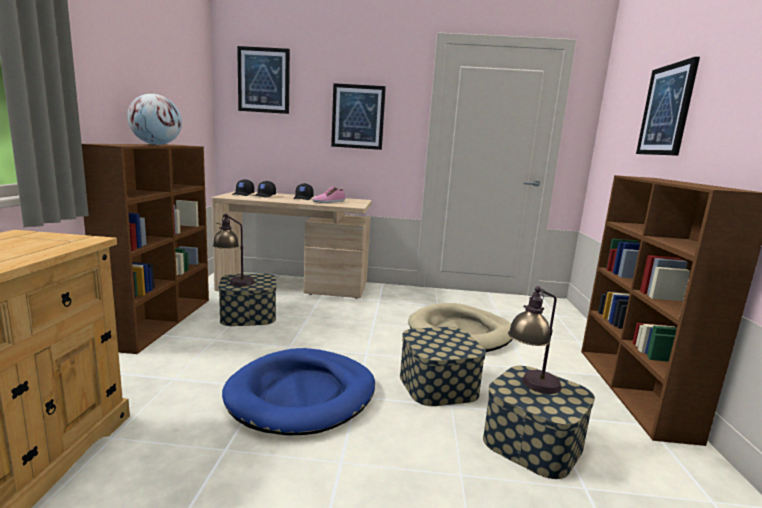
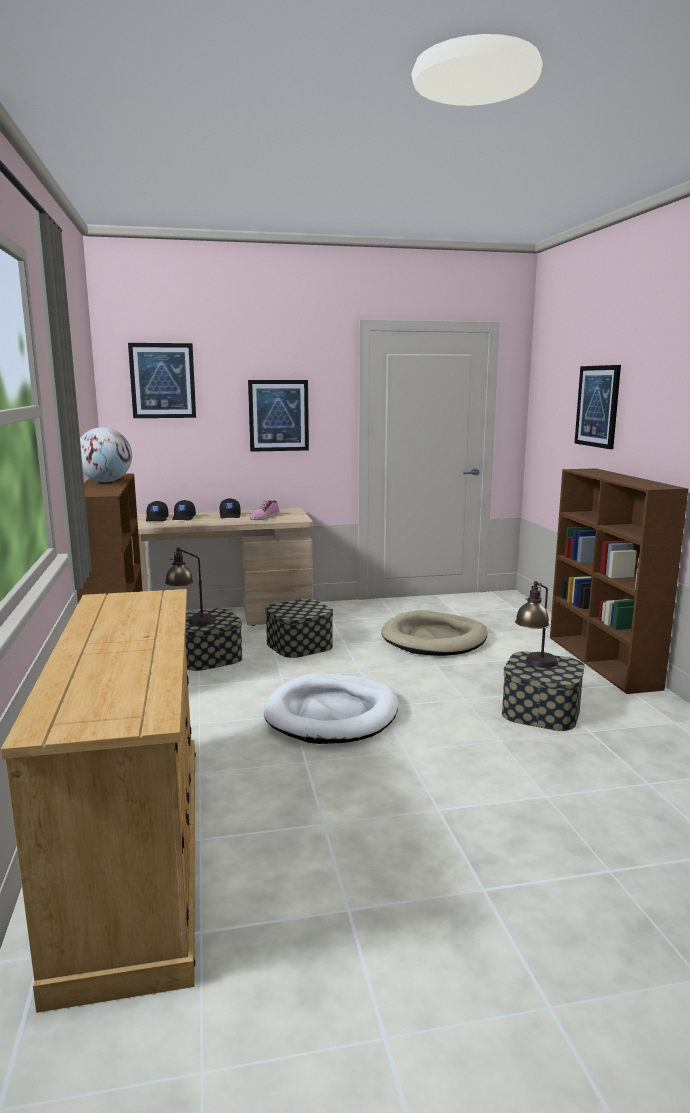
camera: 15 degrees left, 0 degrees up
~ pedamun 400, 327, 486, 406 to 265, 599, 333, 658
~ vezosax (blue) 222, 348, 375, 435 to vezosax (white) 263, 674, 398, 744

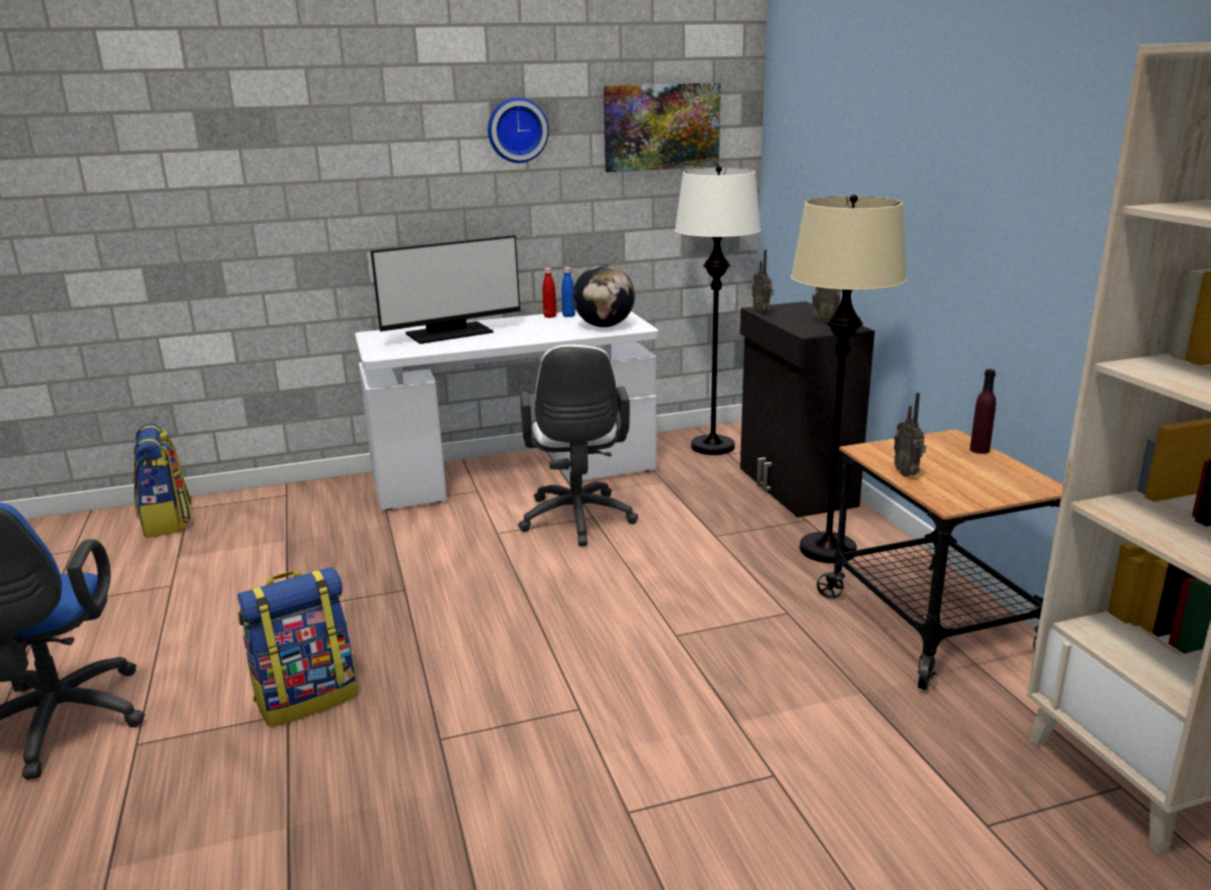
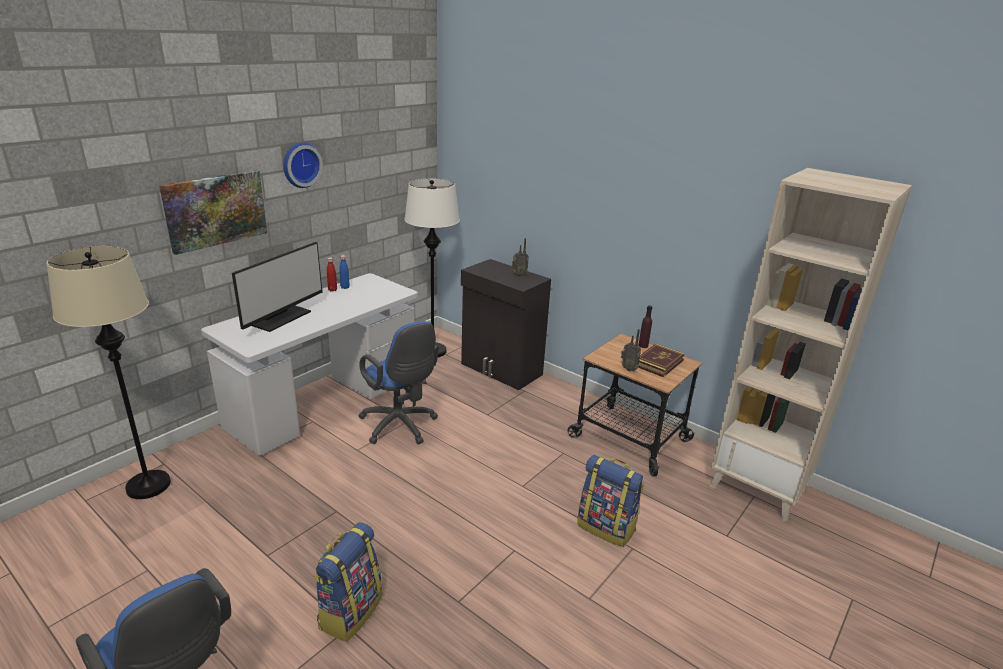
camera: 35 degrees left, 5 degrees up
~ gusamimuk 604, 83, 721, 172 to 159, 170, 267, 255
~ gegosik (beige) 791, 195, 907, 563 to 47, 246, 171, 499
- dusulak 752, 250, 774, 314
- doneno 573, 265, 635, 327
~ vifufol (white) 518, 344, 638, 546 to vifufol (blue) 358, 321, 438, 444
~ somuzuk 133, 423, 192, 538 to 577, 455, 643, 547
+ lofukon 638, 344, 685, 377

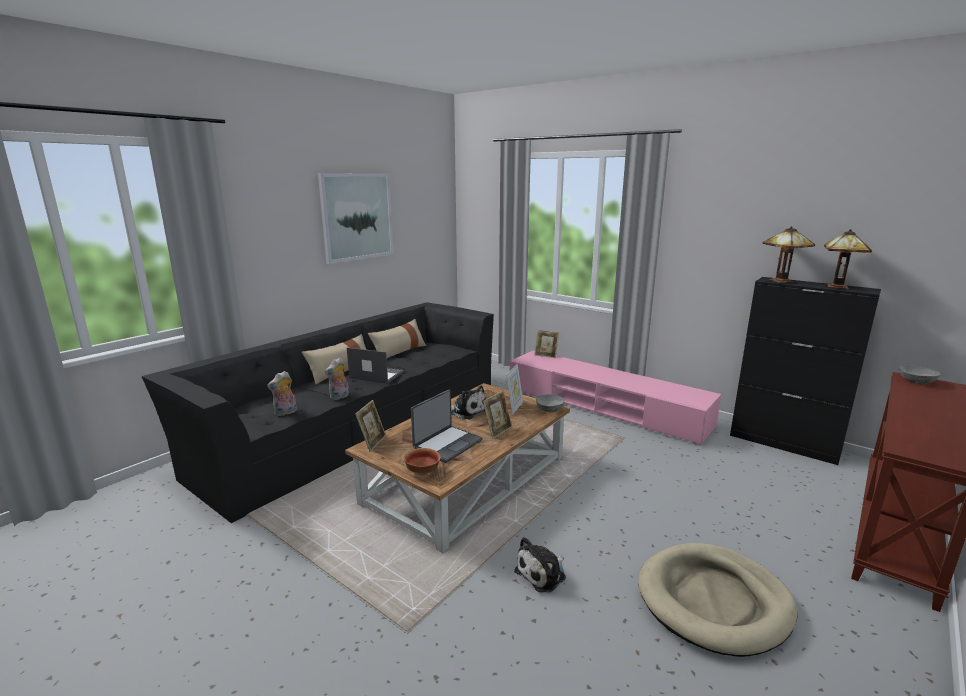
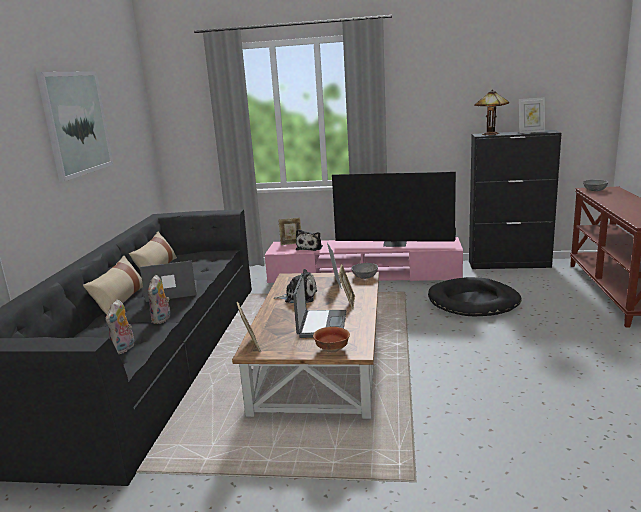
camera: 30 degrees left, 0 degrees up
~ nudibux 824, 229, 872, 289 to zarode 519, 97, 545, 133
~ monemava 514, 537, 566, 593 to 296, 229, 323, 251
- vezosax (beige) 638, 543, 797, 657
+ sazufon 332, 172, 456, 247
+ vezosax (black) 428, 277, 522, 316

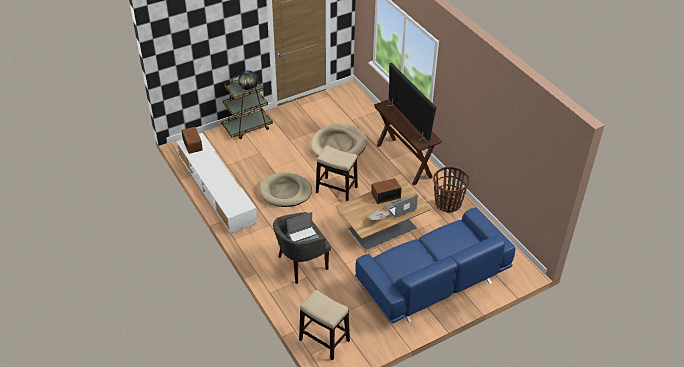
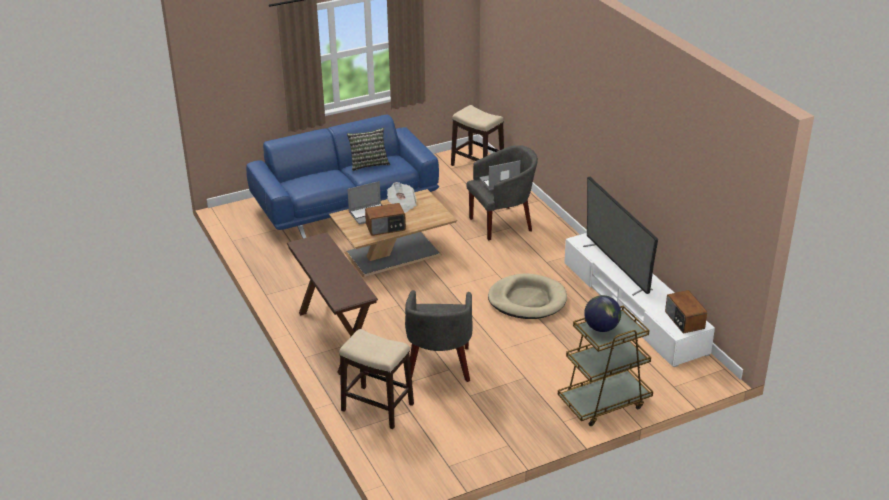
camera: 175 degrees left, 10 degrees down
~ sazufon 386, 63, 437, 142 to 583, 177, 658, 296
~ vezosax (beige) 310, 123, 367, 157 to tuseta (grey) 405, 290, 472, 382
~ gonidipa 316, 145, 358, 201 to 339, 329, 414, 429
- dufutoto 433, 167, 469, 212
+ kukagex 347, 128, 390, 171

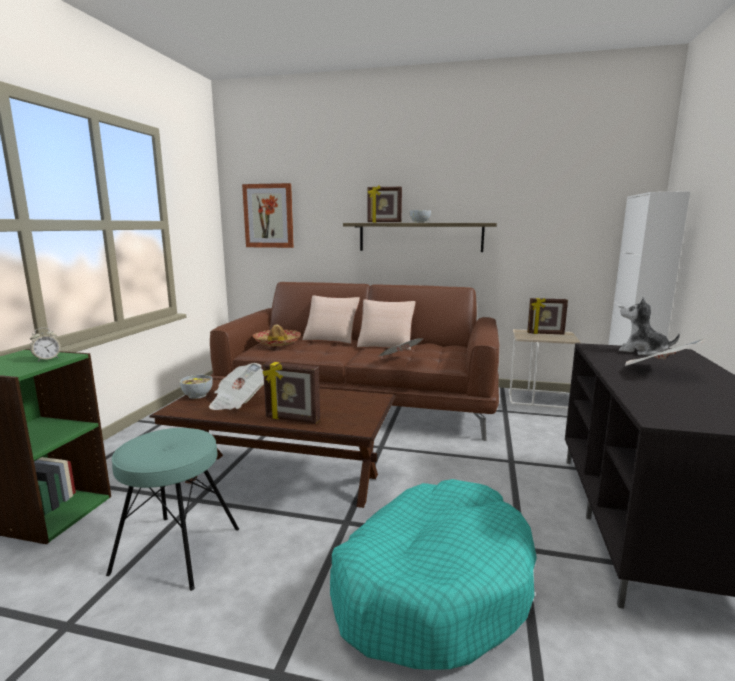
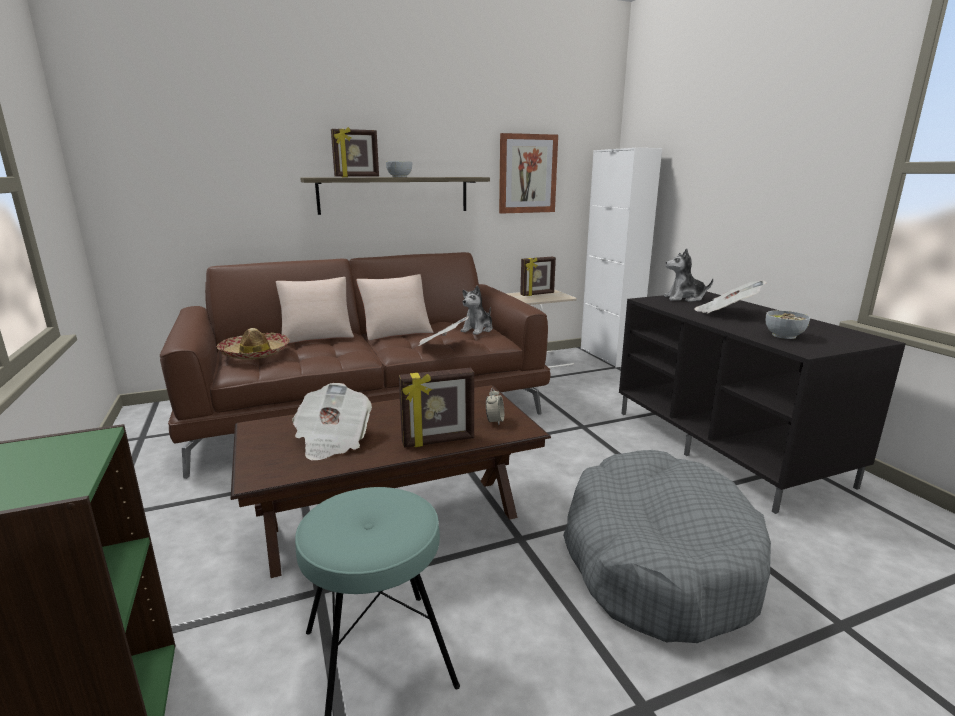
camera: 35 degrees left, 5 degrees up
~ gusamimuk 242, 183, 294, 248 to 499, 133, 558, 214
~ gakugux 30, 328, 61, 362 to 486, 387, 504, 425
~ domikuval 180, 375, 213, 399 to 766, 310, 810, 339
~ vezosax (turquoise) 330, 479, 537, 670 to vezosax (grey) 563, 450, 771, 643
+ monemava 460, 285, 493, 335

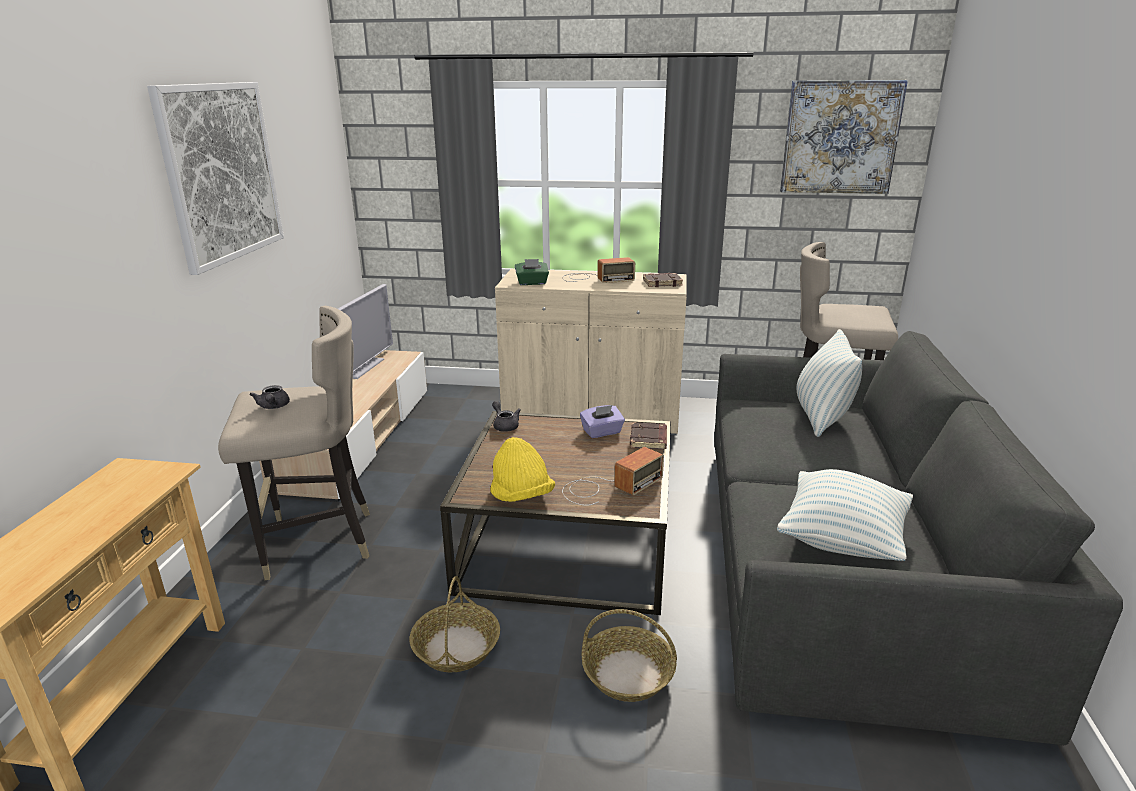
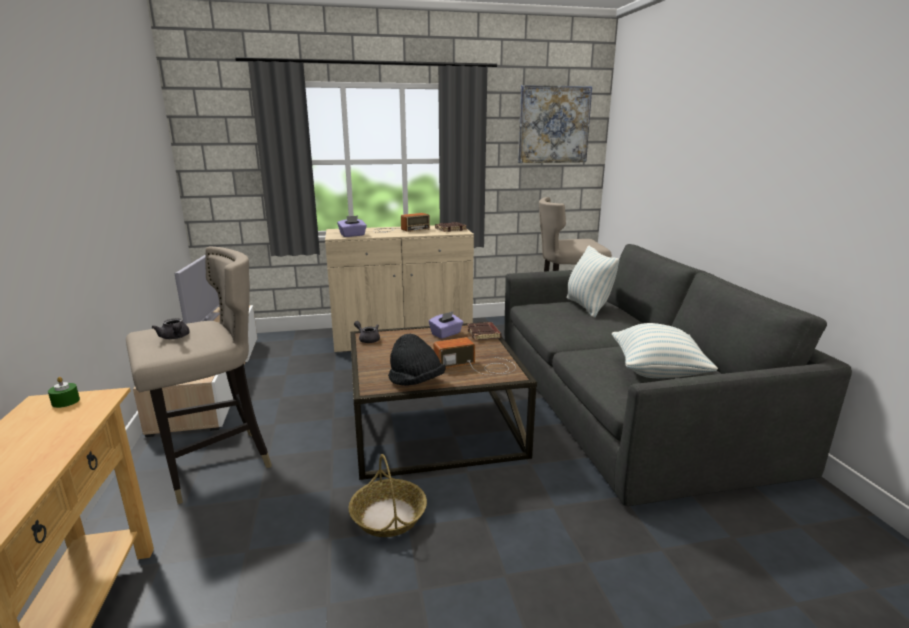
camera: 20 degrees left, 5 degrees down
- gusamimuk 147, 82, 284, 275
~ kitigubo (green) 515, 259, 549, 285 to kitigubo (purple) 337, 216, 367, 237
~ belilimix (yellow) 490, 437, 555, 502 to belilimix (black) 388, 334, 445, 386
~ dusulak 562, 447, 664, 506 = 433, 337, 516, 375 135 degrees counterclockwise
- dufutoto 582, 609, 677, 702
+ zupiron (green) 48, 377, 80, 408

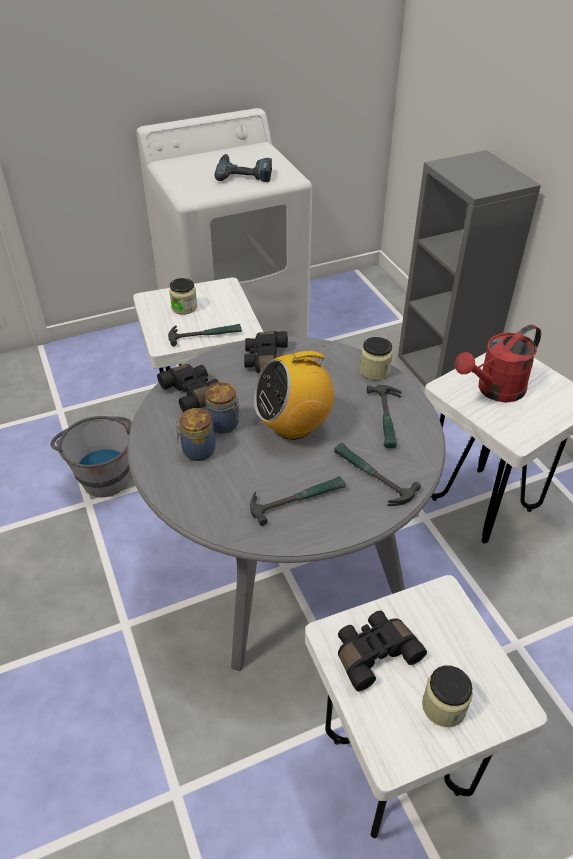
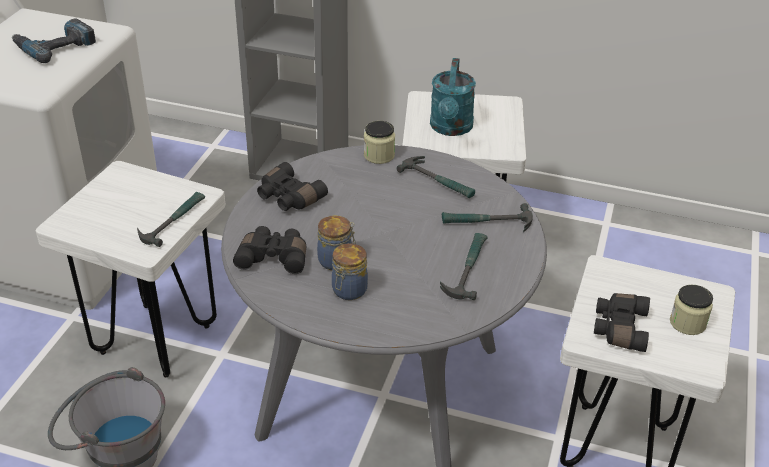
camera: 50 degrees left, 5 degrees down
- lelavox 169, 278, 197, 315
~ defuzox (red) 455, 324, 541, 402 to defuzox (turquoise) 430, 58, 476, 136
- dusulak 253, 346, 334, 440

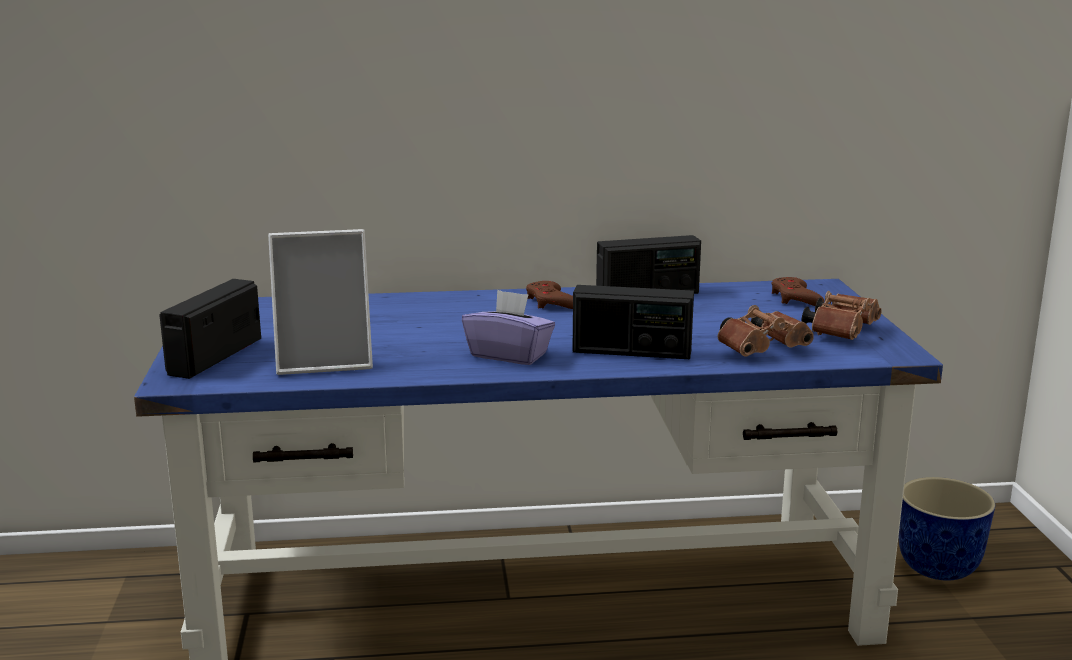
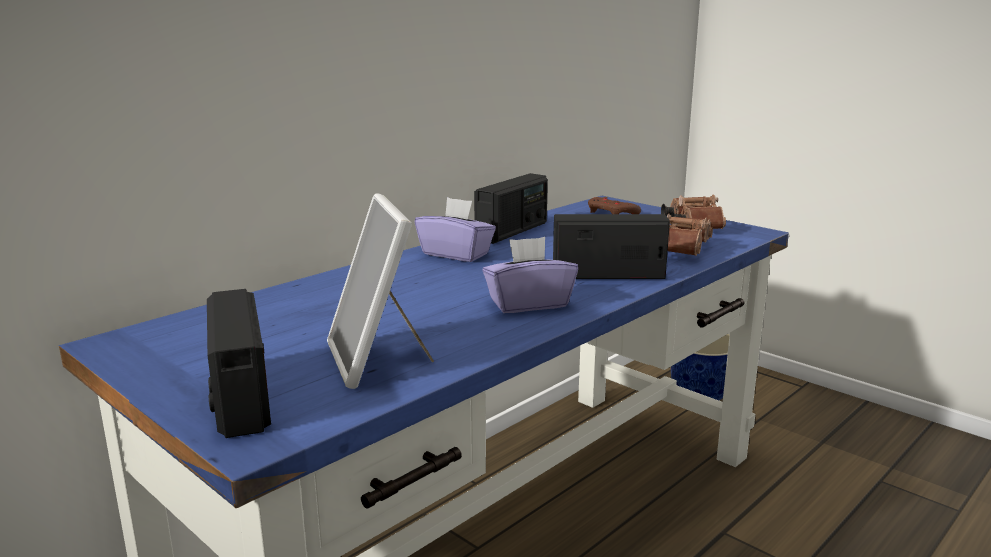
camera: 40 degrees left, 0 degrees up
~ zarode 268, 229, 373, 375 = 327, 193, 434, 389 120 degrees clockwise
~ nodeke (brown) 526, 281, 573, 309 to kitigubo (purple) 415, 197, 496, 262
~ dusulak 572, 285, 694, 359 = 553, 214, 670, 279 150 degrees counterclockwise

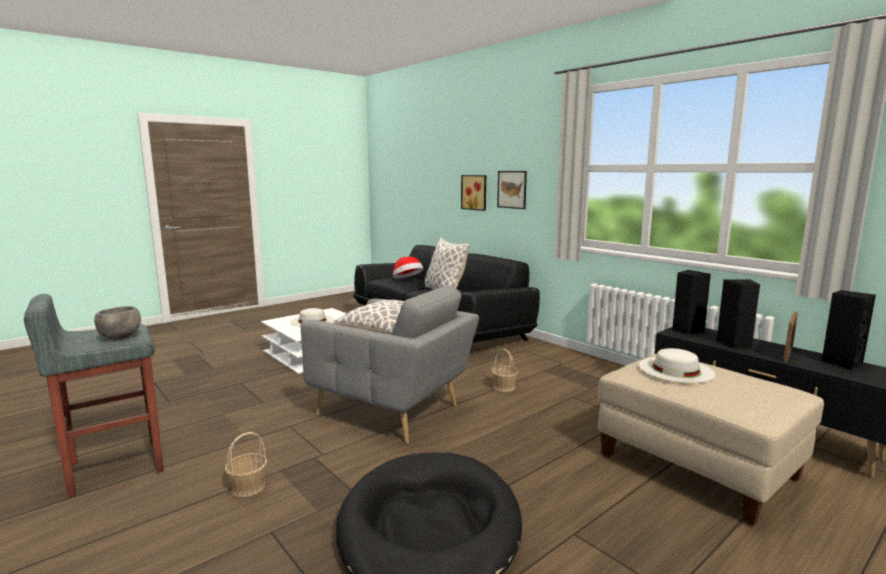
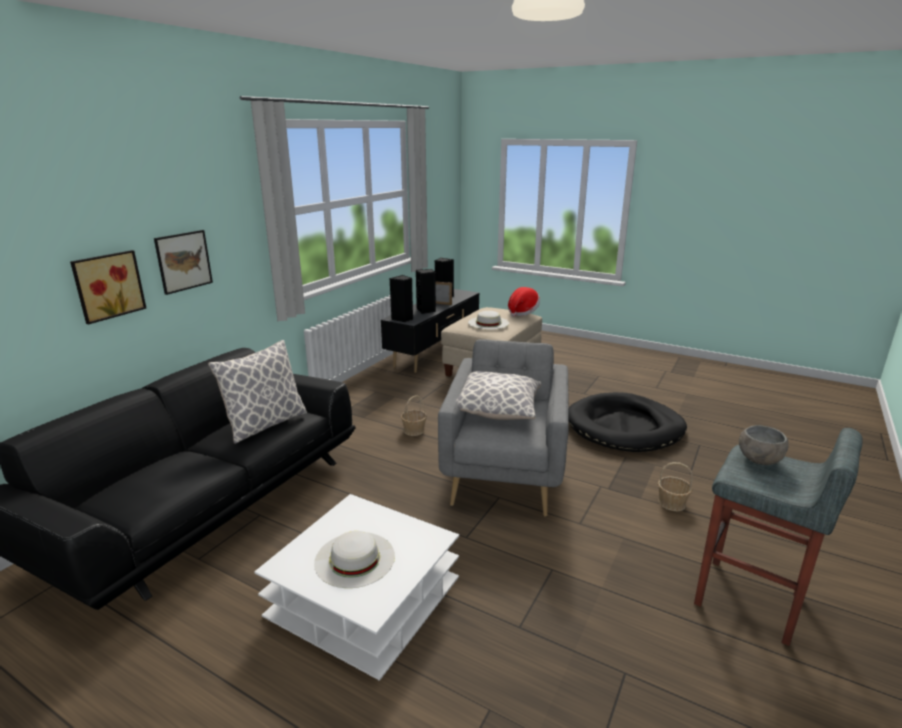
camera: 110 degrees left, 10 degrees up
~ belilimix 393, 257, 423, 278 to 508, 287, 540, 317

